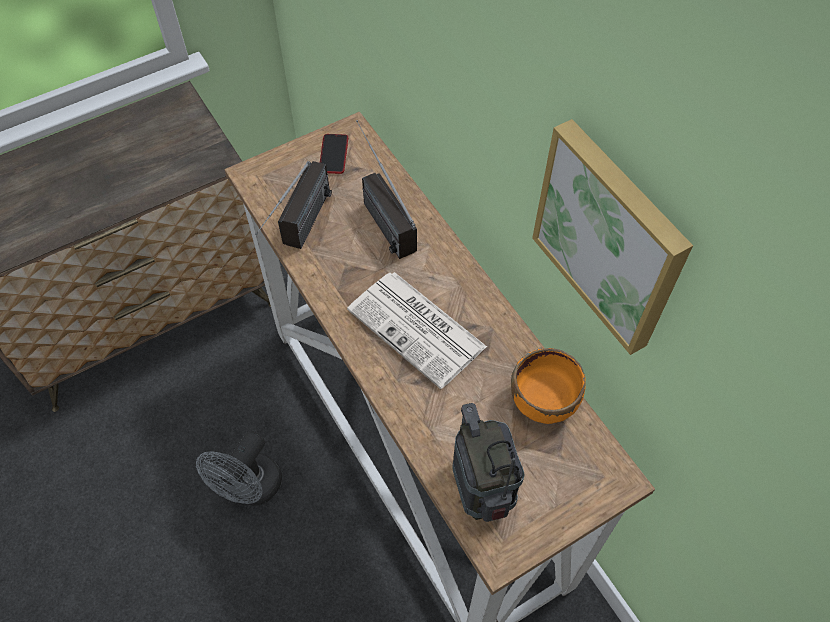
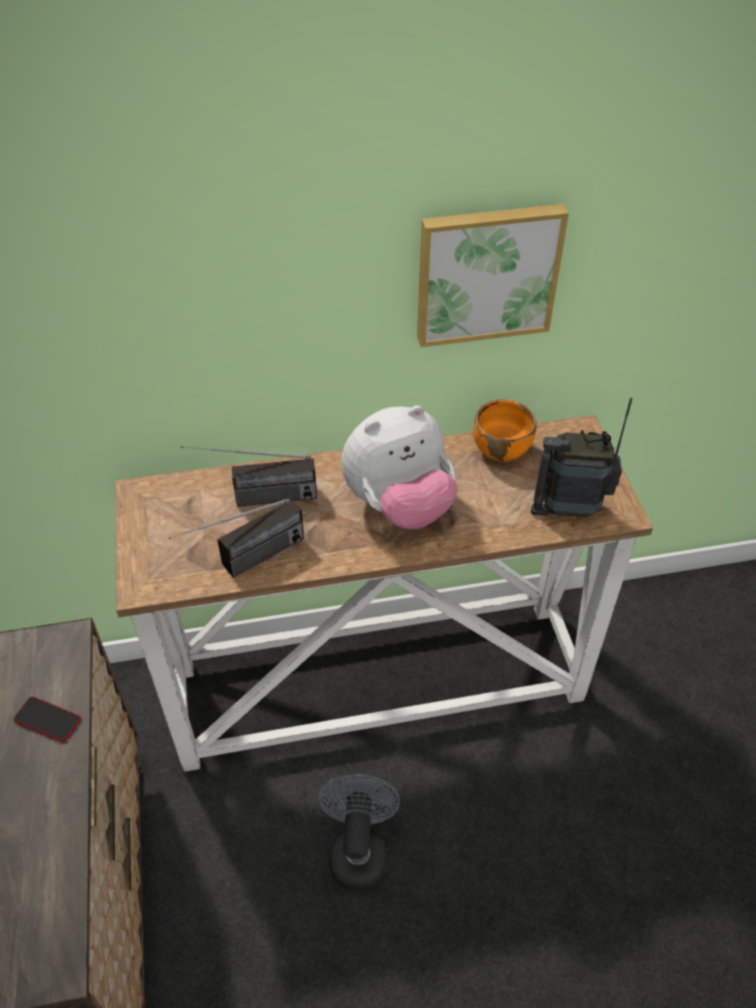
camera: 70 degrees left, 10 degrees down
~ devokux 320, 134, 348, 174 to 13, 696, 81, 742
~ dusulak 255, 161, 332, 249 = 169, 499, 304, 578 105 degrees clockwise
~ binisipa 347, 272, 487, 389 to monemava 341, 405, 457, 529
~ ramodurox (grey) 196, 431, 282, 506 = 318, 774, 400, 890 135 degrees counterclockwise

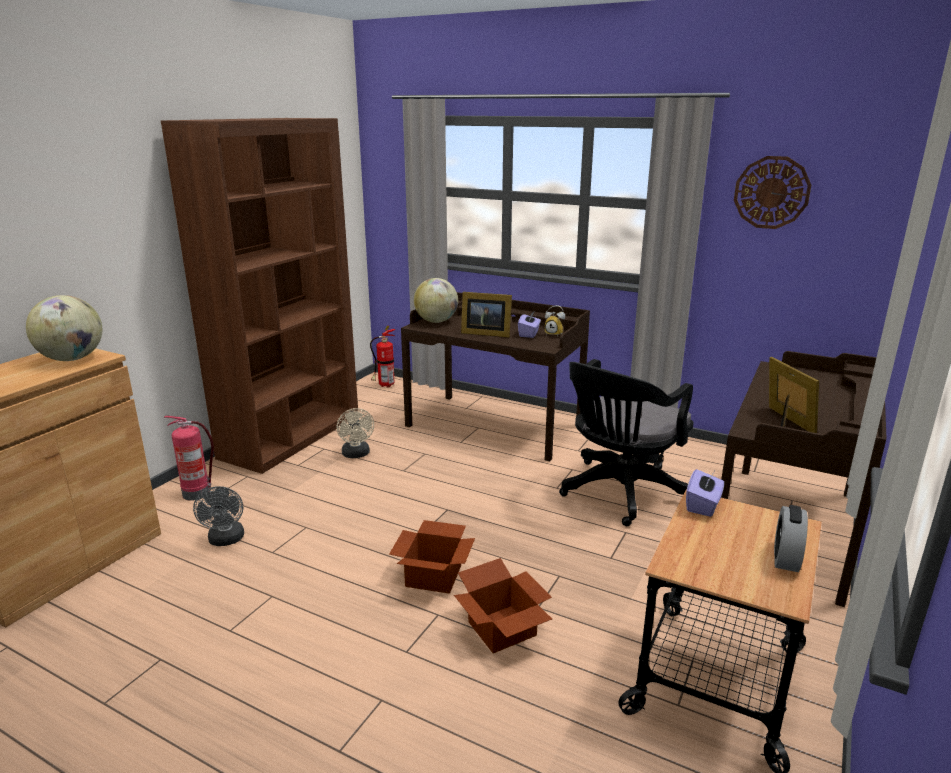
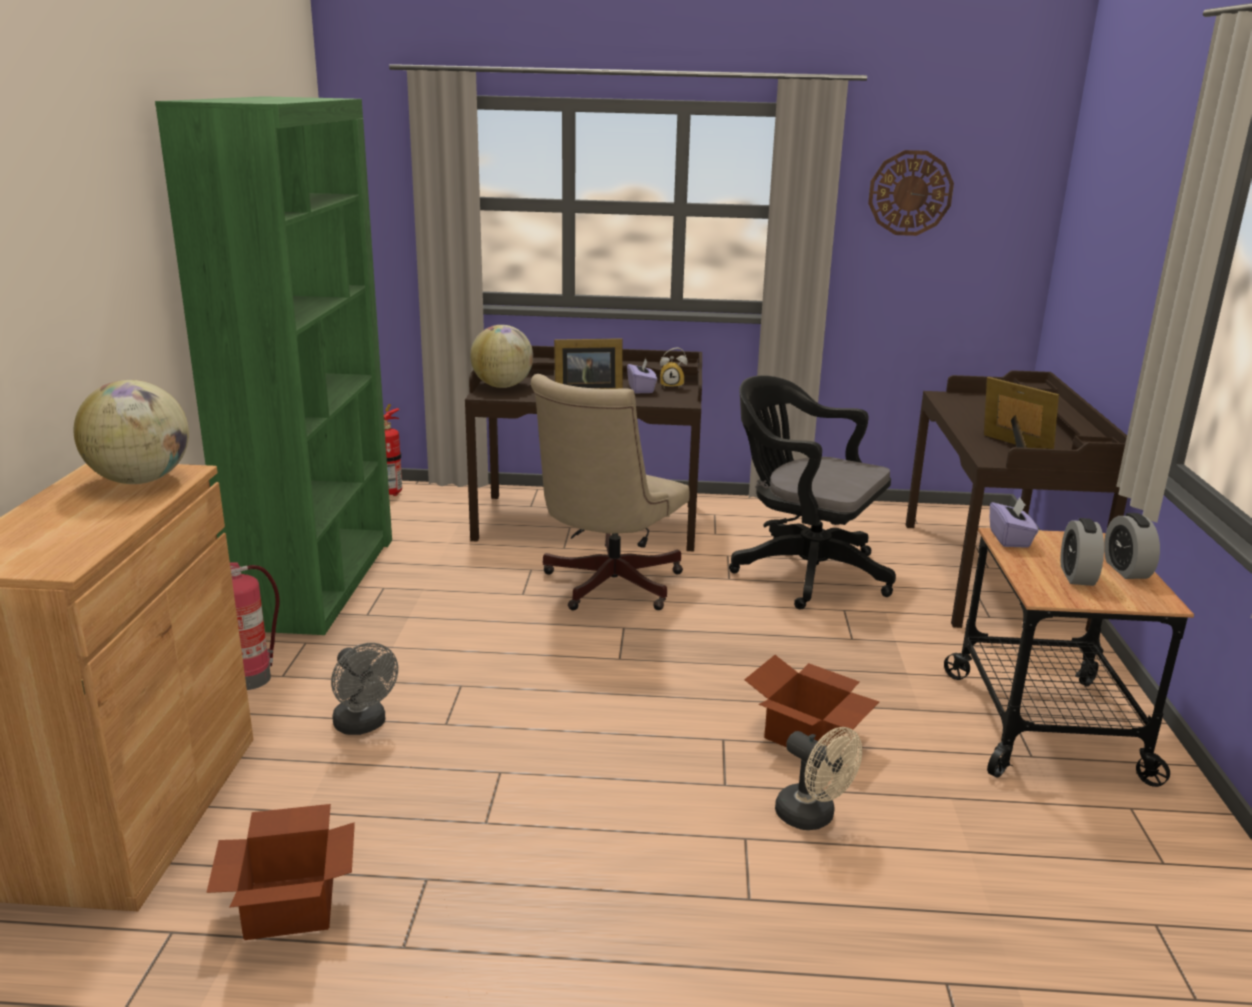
camera: 25 degrees left, 0 degrees up
~ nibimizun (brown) 161, 118, 358, 474 to nibimizun (green) 155, 96, 392, 635
~ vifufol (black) 559, 359, 694, 526 = 729, 375, 896, 610 105 degrees clockwise
~ ramodurox (beige) 337, 408, 374, 458 to 775, 727, 862, 830
~ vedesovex 389, 520, 475, 594 to 206, 804, 355, 940
+ vifufol (beige) 531, 374, 690, 611
+ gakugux 1061, 518, 1104, 586

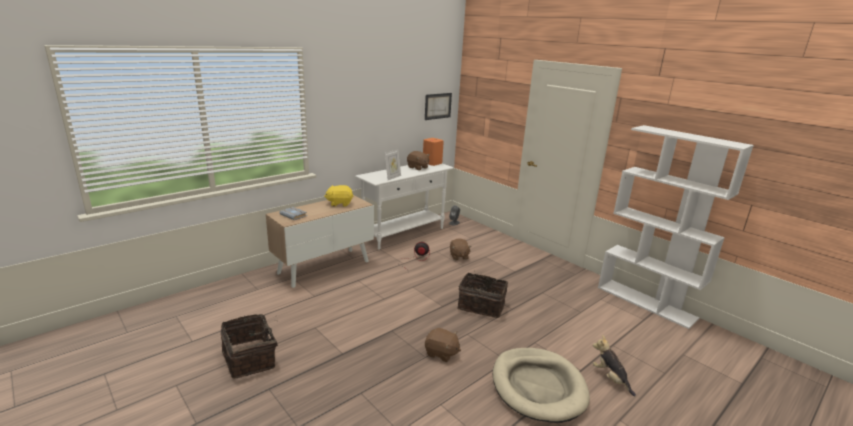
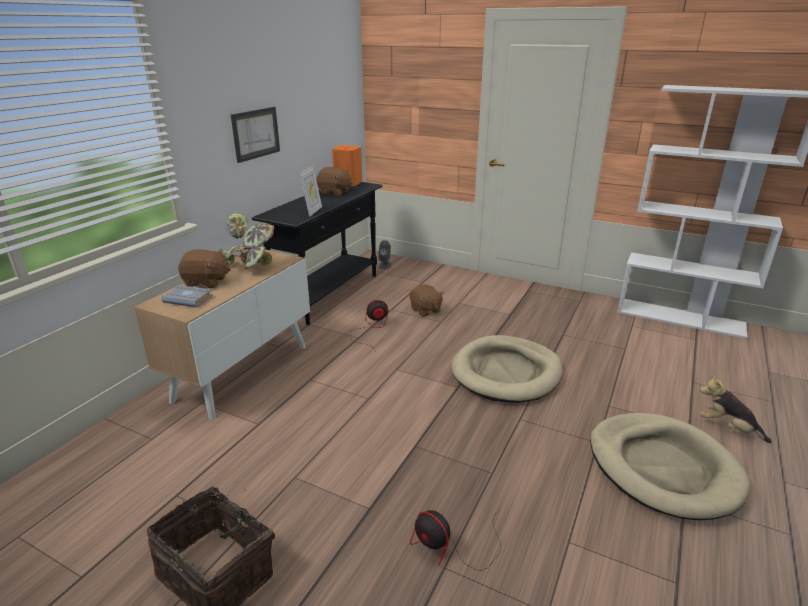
camera: 20 degrees left, 5 degrees up
~ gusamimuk 425, 93, 452, 120 to 231, 107, 280, 163
~ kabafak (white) 355, 164, 454, 249 to kabafak (black) 252, 182, 383, 325
~ monemava (yellow) 324, 185, 353, 207 to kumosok 222, 213, 274, 269
~ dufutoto 457, 273, 508, 318 to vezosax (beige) 452, 335, 563, 403
~ monemava (brown) 425, 328, 461, 362 to 178, 249, 231, 288
+ ramodurox 410, 509, 501, 571

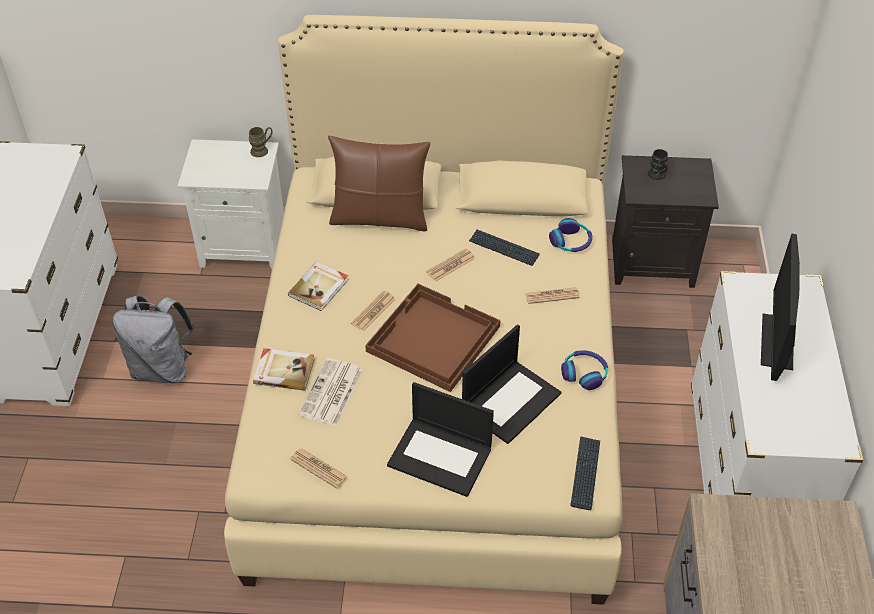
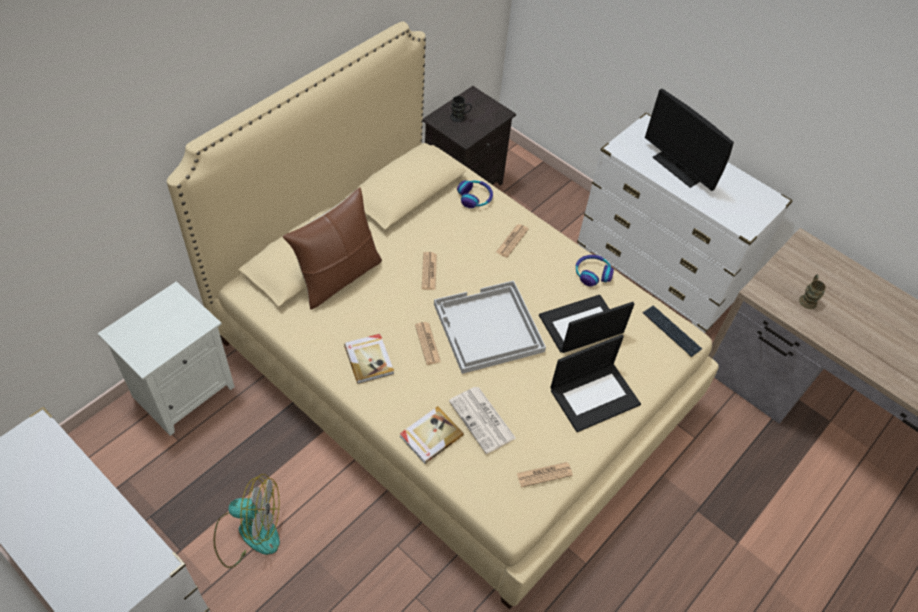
camera: 55 degrees left, 5 degrees up
~ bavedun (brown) 249, 127, 273, 157 to 799, 274, 826, 309
- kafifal 469, 229, 540, 266
~ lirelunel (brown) 365, 284, 501, 392 to lirelunel (white) 434, 281, 546, 374
~ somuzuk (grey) 113, 295, 195, 383 to ramodurox 214, 474, 280, 568
~ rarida 462, 324, 561, 444 = 539, 295, 634, 353 105 degrees counterclockwise

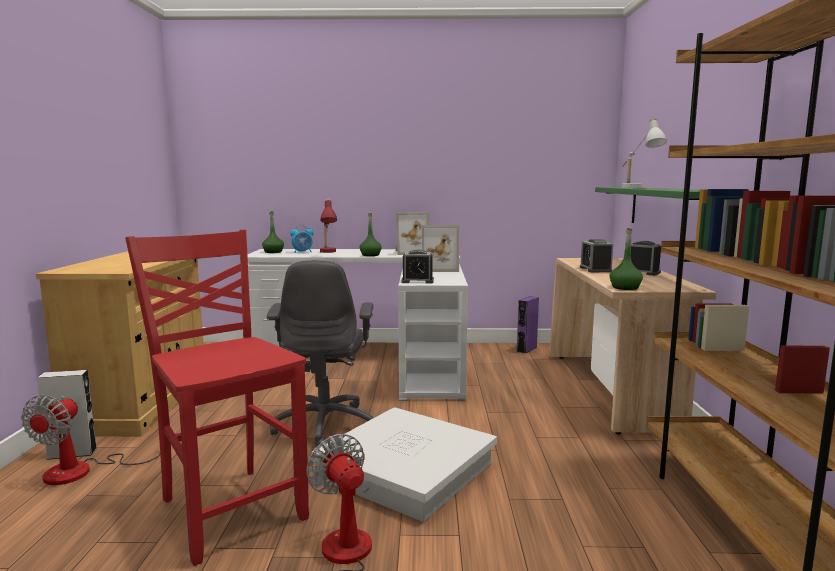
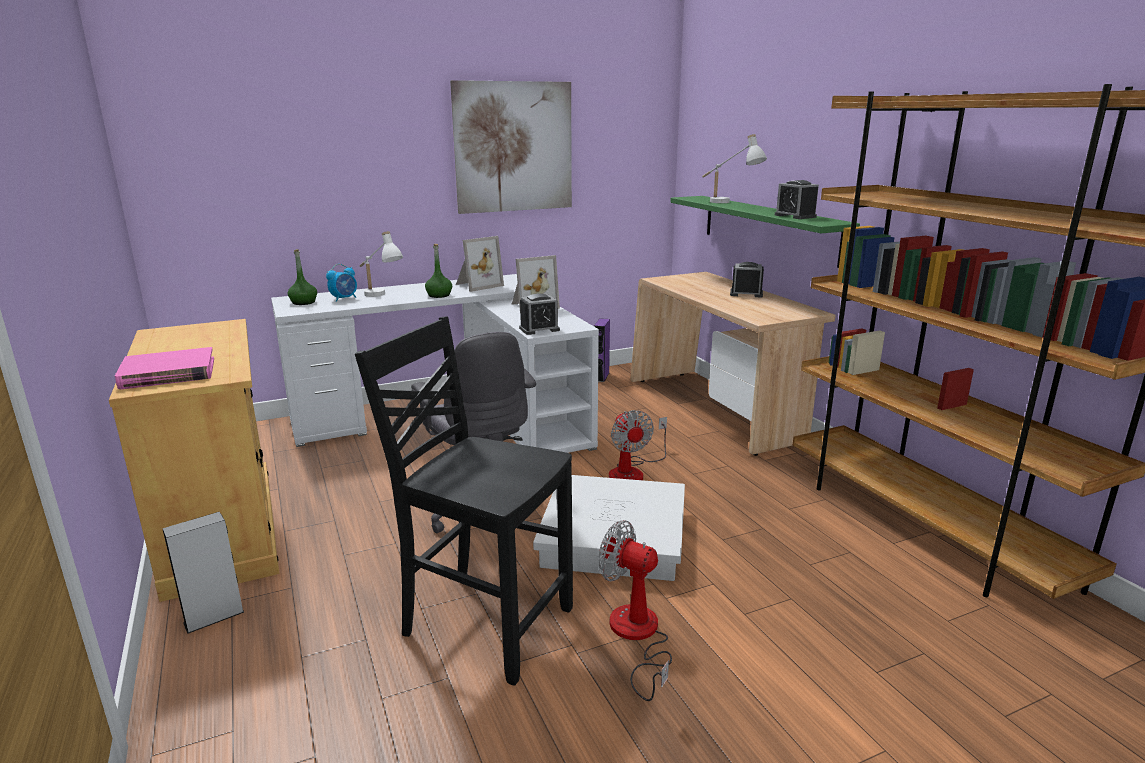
camera: 25 degrees left, 10 degrees up
~ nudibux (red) 320, 199, 337, 253 to nudibux (white) 360, 231, 403, 297
- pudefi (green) 610, 228, 643, 290
~ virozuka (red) 125, 230, 309, 566 to virozuka (black) 355, 317, 573, 686
~ gakugux 580, 239, 613, 272 to 775, 180, 819, 219
~ ramodurox 21, 395, 170, 485 to 609, 410, 667, 480
+ gusamimuk 450, 80, 572, 214
+ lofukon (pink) 115, 347, 214, 389

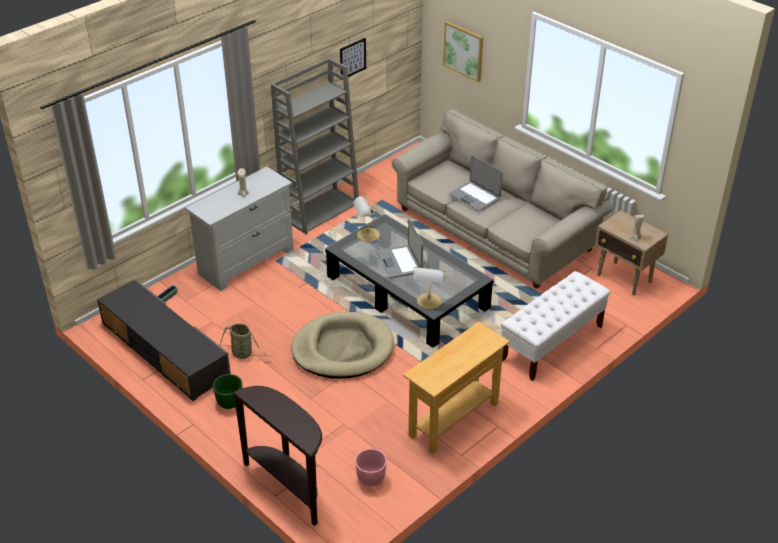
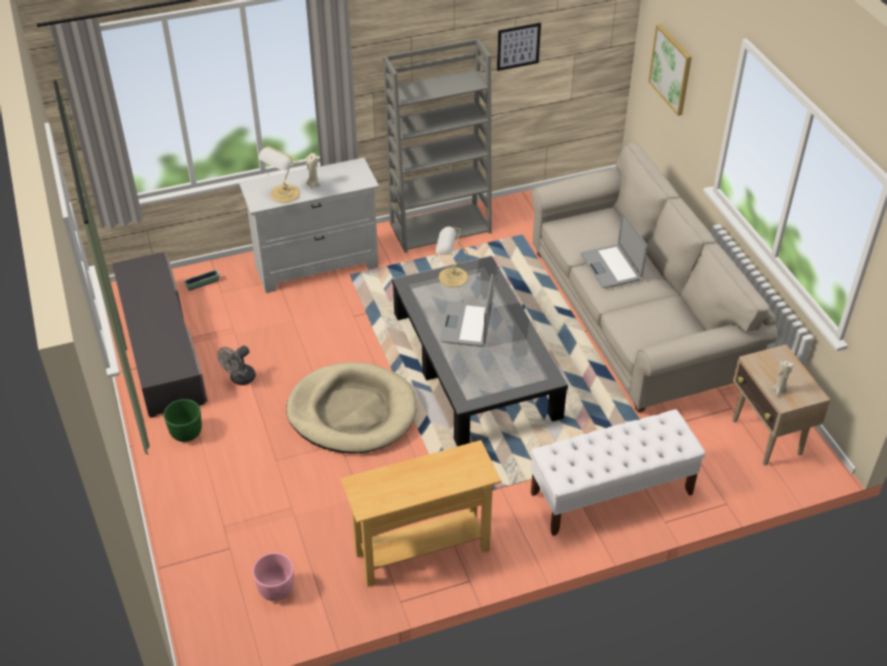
camera: 25 degrees right, 5 degrees up
~ nudibux 412, 267, 448, 309 to 258, 146, 300, 203
~ dufutoto 220, 323, 272, 359 to ramodurox (grey) 217, 345, 256, 385
- kabafak (brown) 233, 386, 322, 526

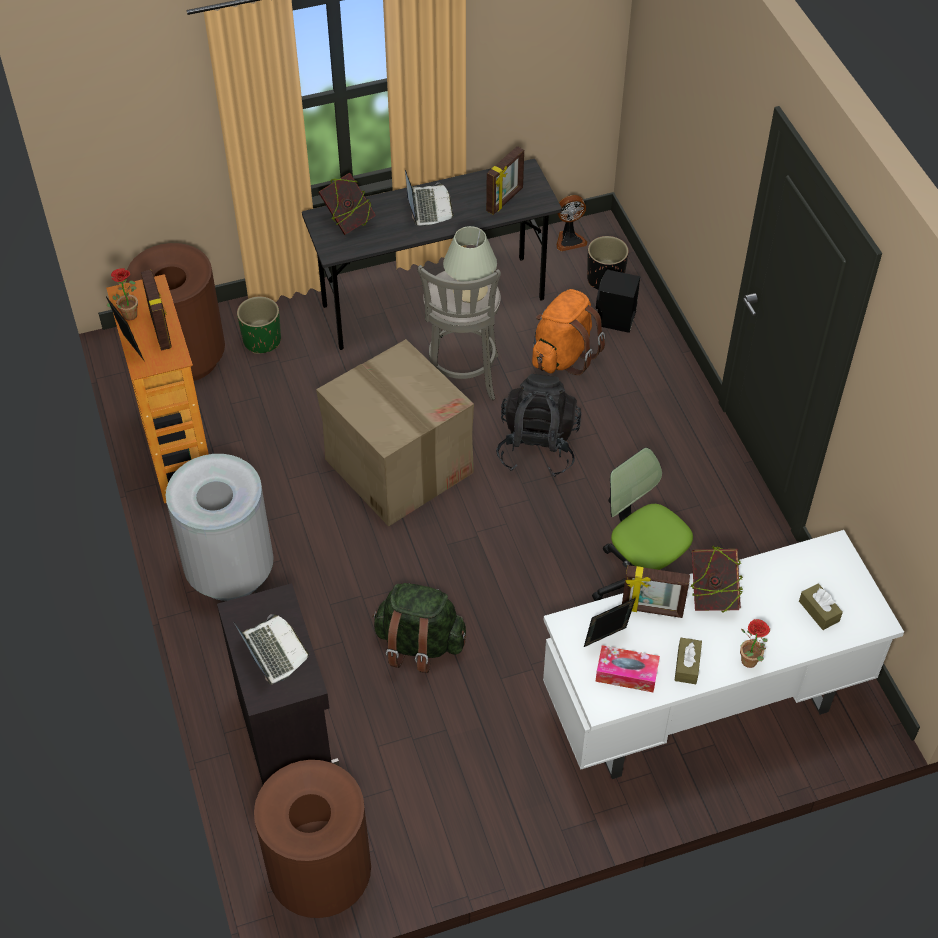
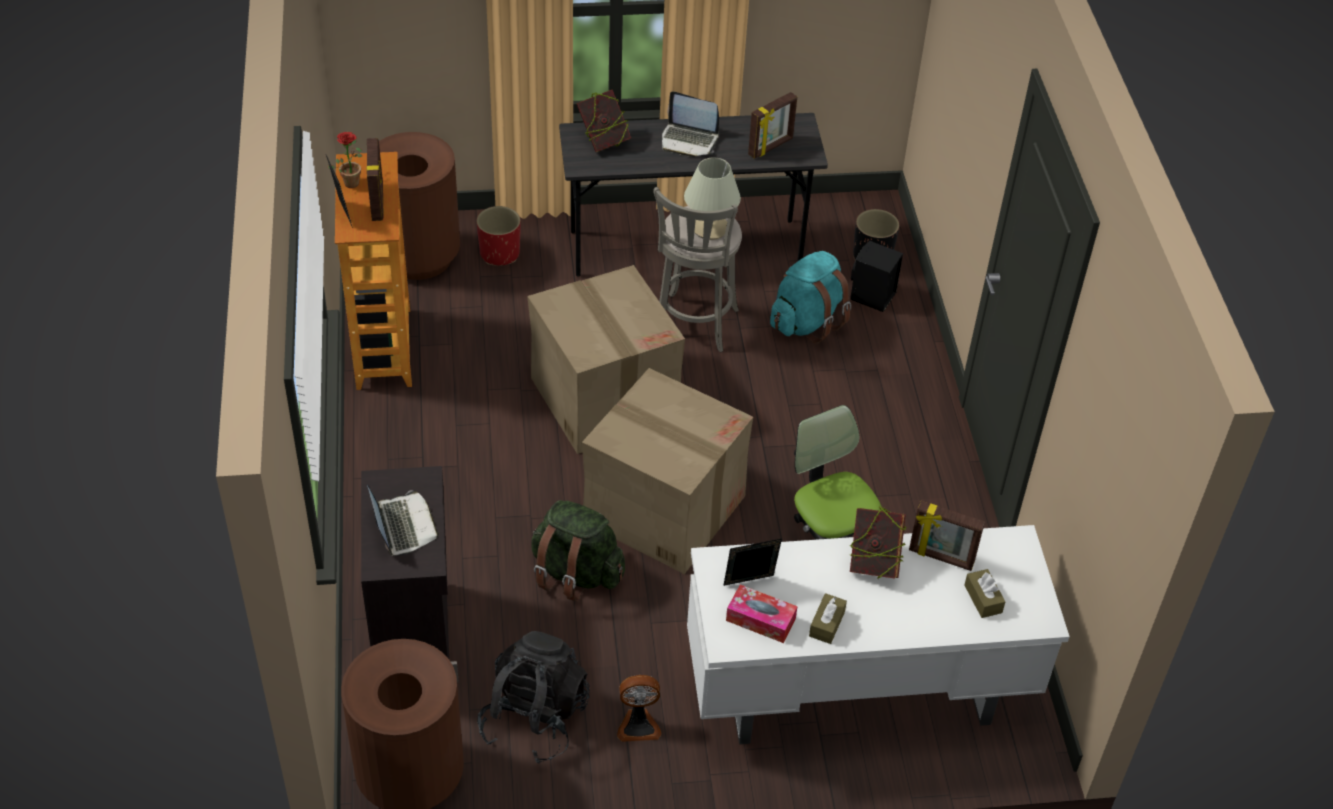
camera: 10 degrees right, 5 degrees down
~ rarida 405, 170, 454, 226 = 662, 91, 719, 157 105 degrees clockwise
~ ramodurox 557, 195, 587, 252 to 617, 675, 661, 742
~ somuzuk (orange) 532, 289, 605, 375 to somuzuk (turquoise) 770, 251, 851, 344
~ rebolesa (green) 237, 296, 281, 354 to rebolesa (red) 476, 206, 521, 266
~ somuzuk (black) 496, 374, 581, 477 to 477, 631, 590, 763
- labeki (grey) 166, 454, 274, 601
~ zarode 622, 565, 690, 618 to 909, 501, 985, 571
- kumosok 740, 619, 770, 668
+ vedesovex 582, 368, 753, 574

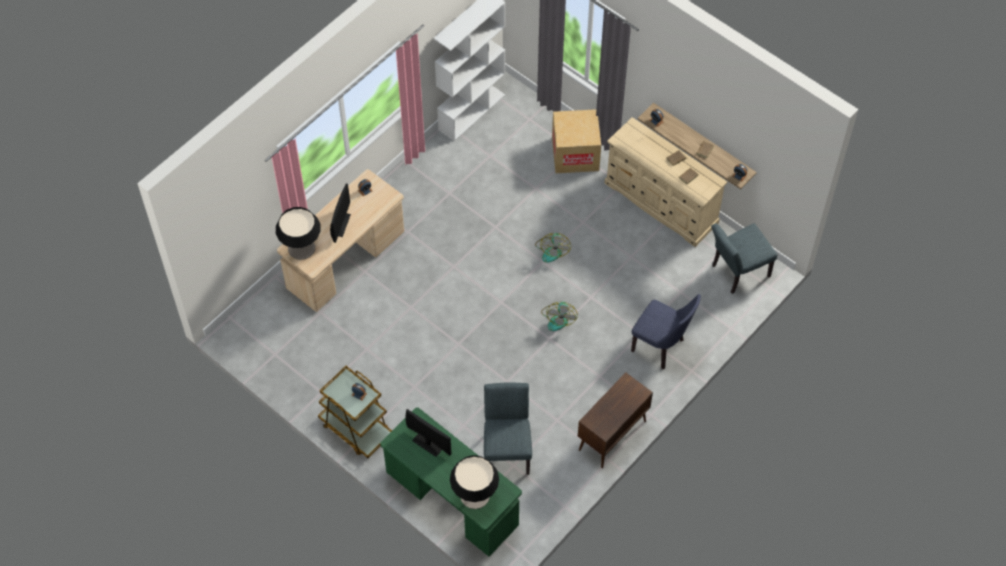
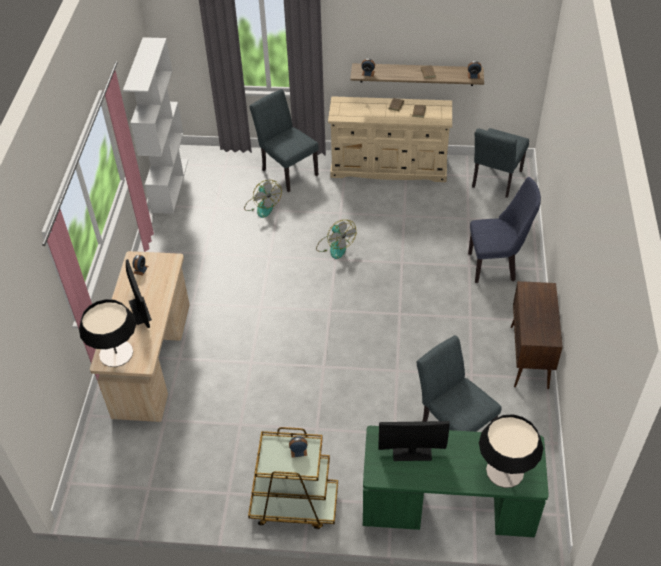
camera: 35 degrees left, 10 degrees down
~ vedesovex 552, 109, 601, 173 to virozuka (grey) 250, 89, 319, 192
~ ramodurox 541, 302, 578, 331 to 244, 180, 282, 218

